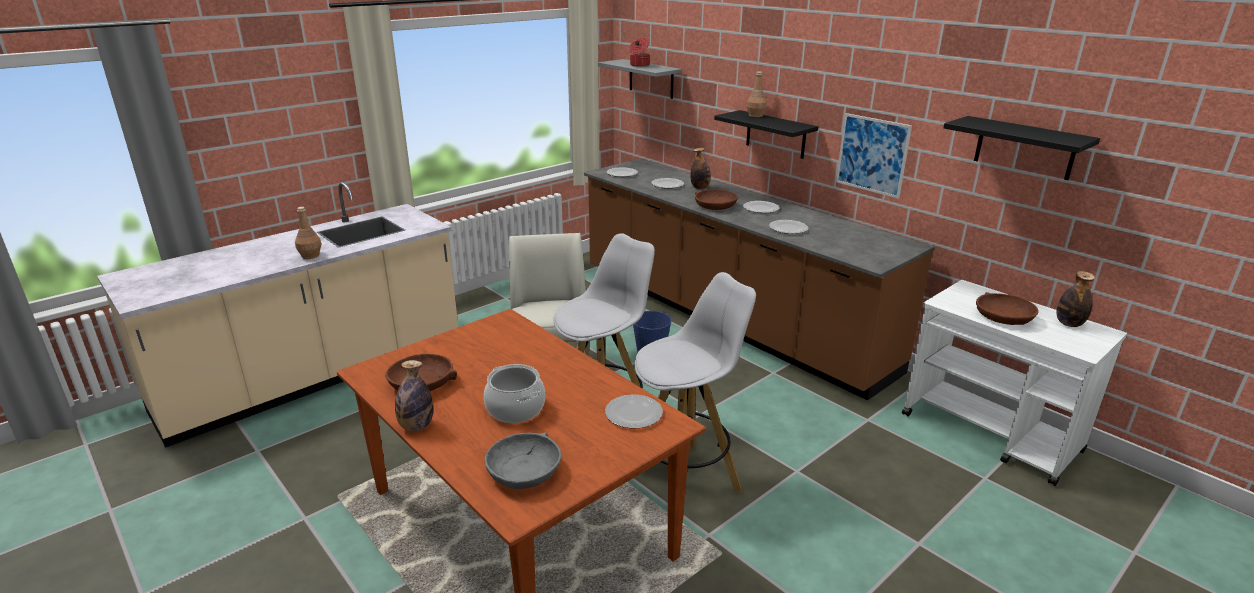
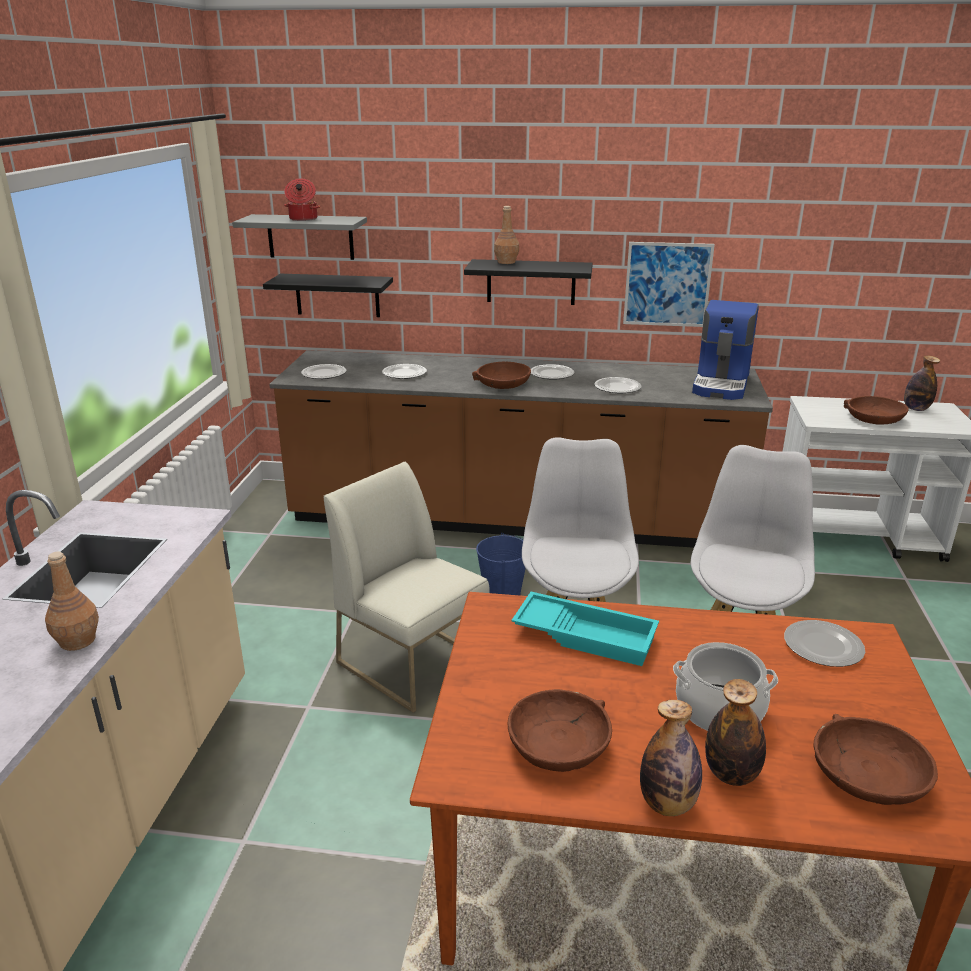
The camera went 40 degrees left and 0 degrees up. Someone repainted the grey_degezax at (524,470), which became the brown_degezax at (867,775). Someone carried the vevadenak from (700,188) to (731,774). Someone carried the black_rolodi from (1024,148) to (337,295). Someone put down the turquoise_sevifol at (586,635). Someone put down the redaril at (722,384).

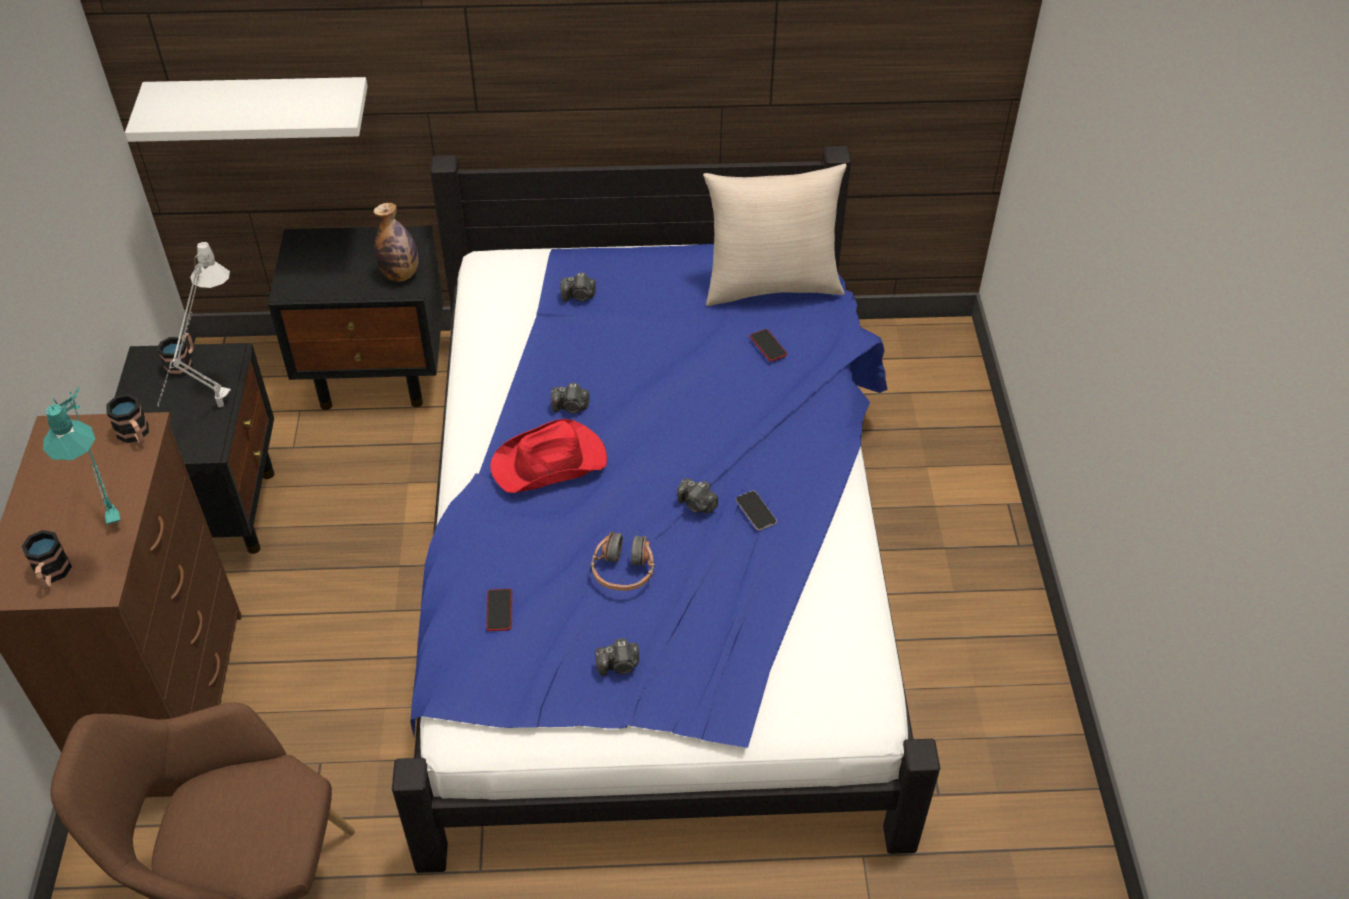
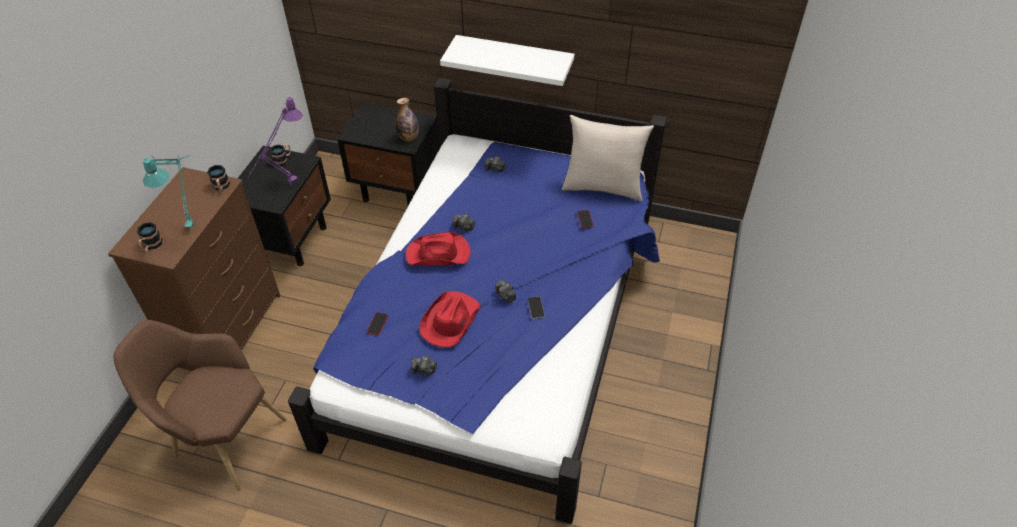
The camera went 20 degrees right and 0 degrees up. Someone carried the white_rolodi from (261,108) to (514,60). Someone repainted the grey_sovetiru at (217,413), which became the purple_sovetiru at (287,188). Someone swapped the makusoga at (623,571) for the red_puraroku at (450,321).

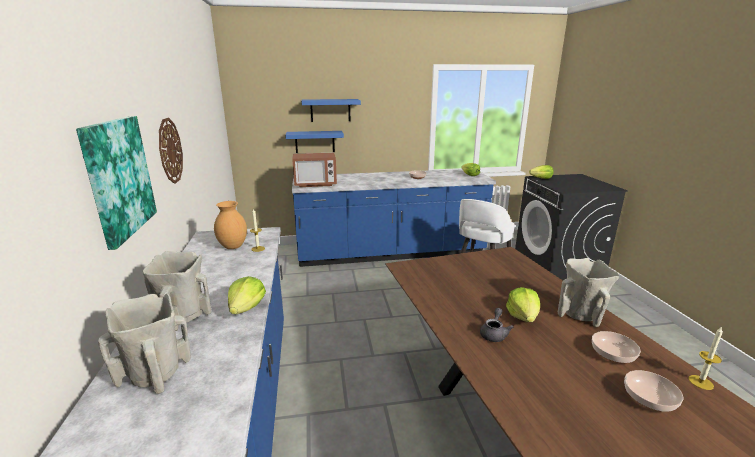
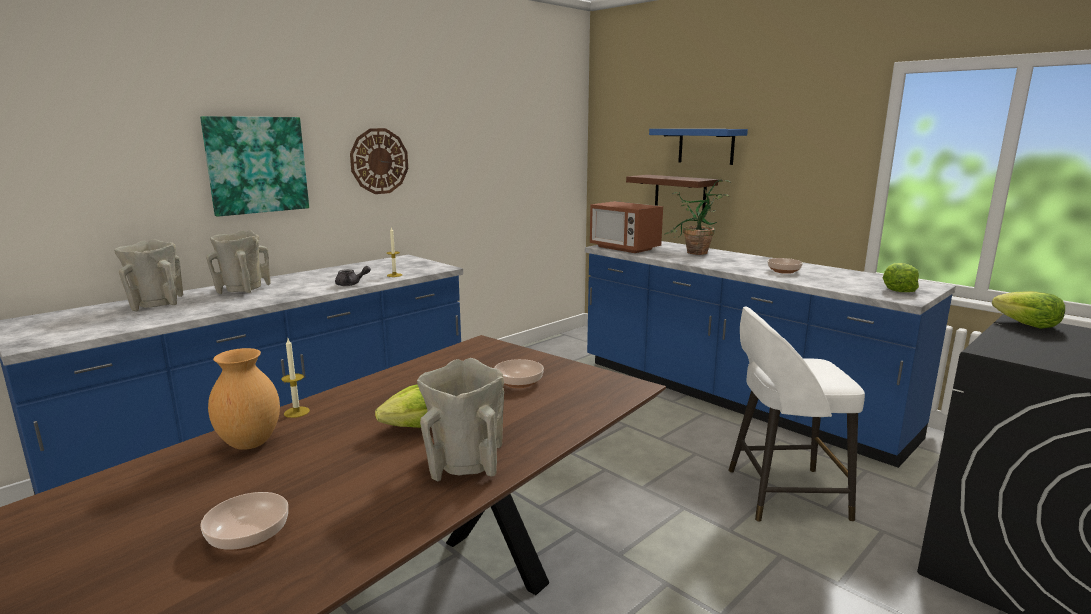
The camera went 55 degrees right and 5 degrees down. Someone carried the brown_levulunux from (232,247) to (250,443). Someone took away the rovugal at (246,308). Someone repainted the blue_rolodi at (314,141), which became the brown_rolodi at (680,193). Someone carried the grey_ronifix from (494,334) to (351,284). Someone carried the degezax from (613,354) to (519,382). Someone carried the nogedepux from (700,382) to (296,412). Someone put down the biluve at (694,253).

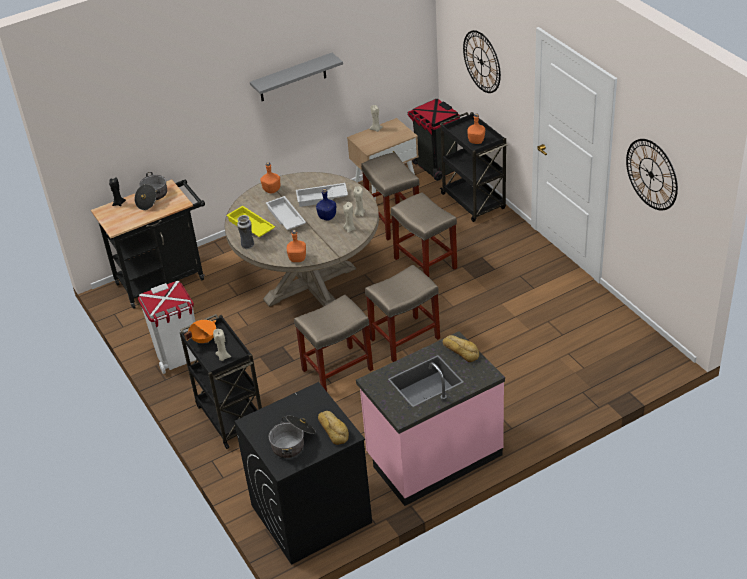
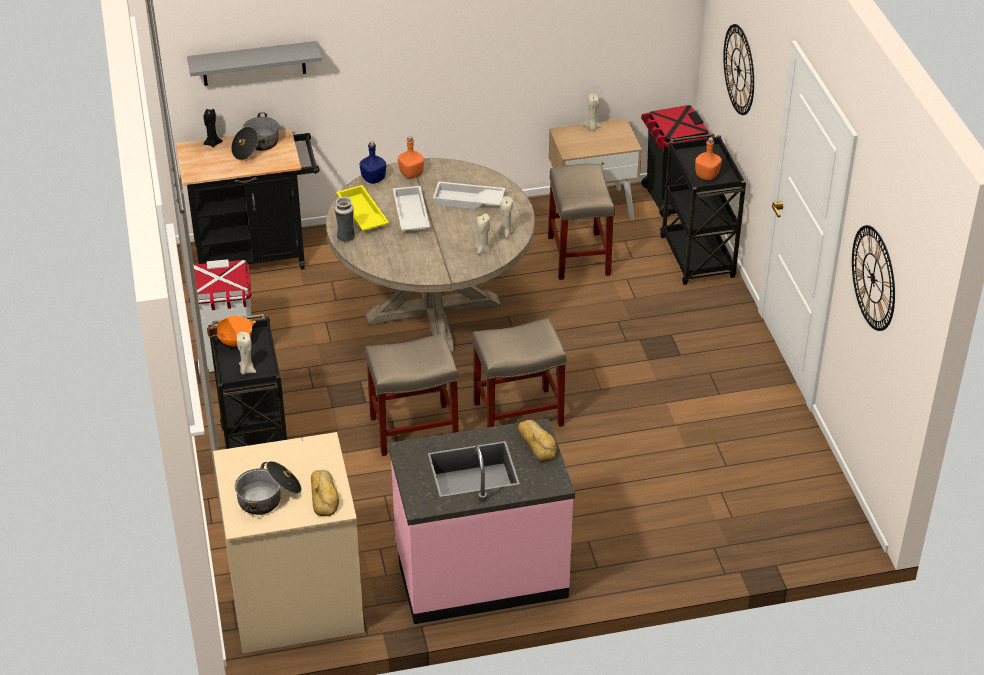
The camera went 15 degrees right and 0 degrees up. Someone repainted the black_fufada at (310,514), which became the beige_fufada at (294,599). Someone carried the grey_rolodi from (292,78) to (253,63). Someone took away the orange_vevadenak at (297,259). Someone carried the blue_vevadenak from (327,217) to (373,179). Someone took away the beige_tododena at (426,263).

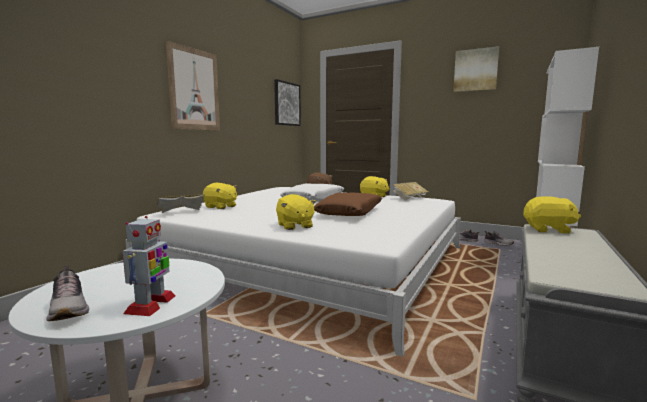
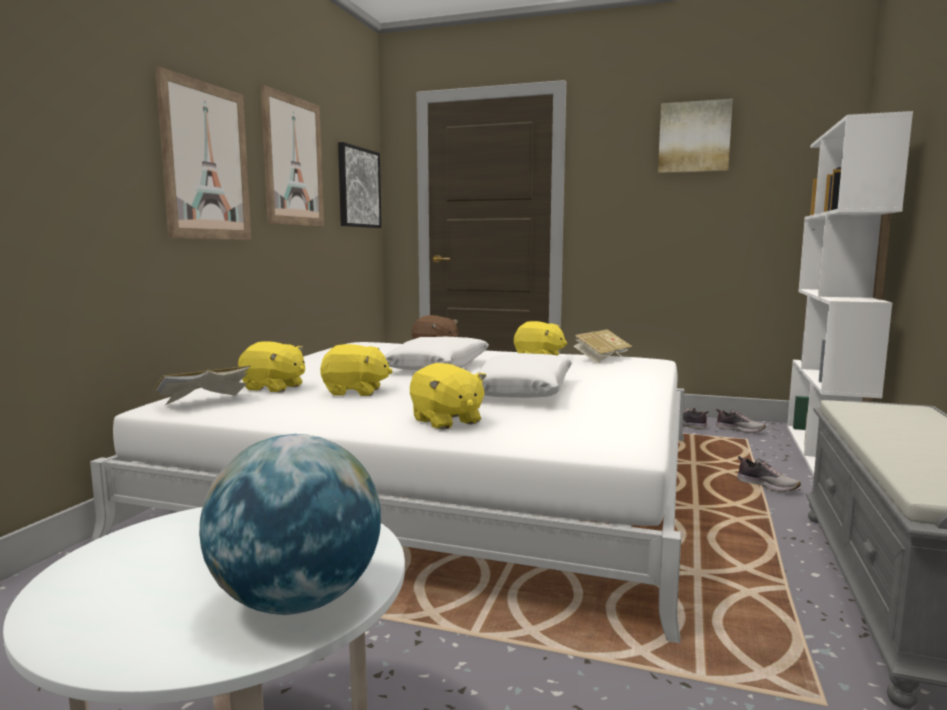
The camera went 10 degrees left and 0 degrees up. Someone carried the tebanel from (69,309) to (767,486). Someone swapped the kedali at (151,305) for the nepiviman at (297,601). Someone repainted the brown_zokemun at (349,212), which became the white_zokemun at (524,390). Someone carried the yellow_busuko from (548,230) to (355,392). Someone put up the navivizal at (293,161).

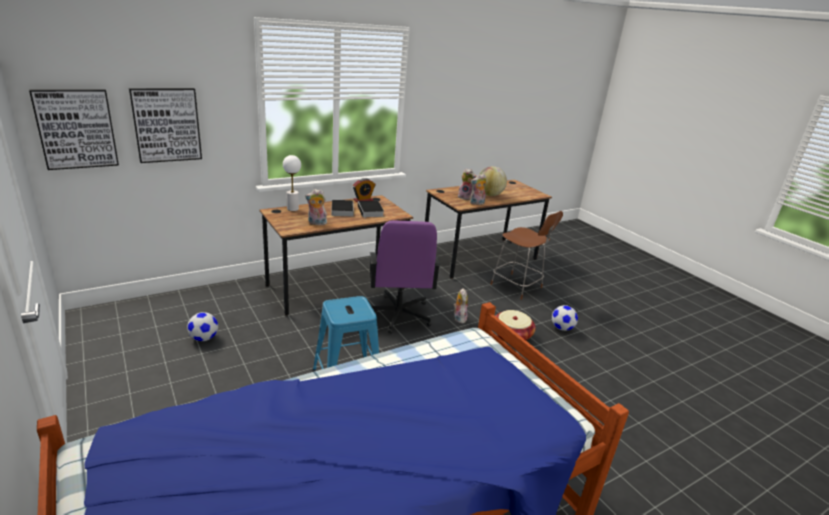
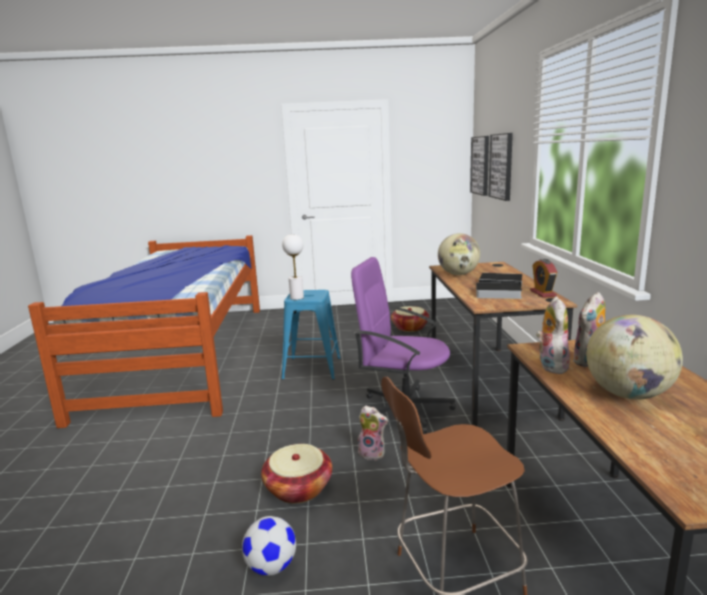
The camera went 120 degrees right and 10 degrees down. Someone swapped the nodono at (204,338) for the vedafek at (410,328). Someone carried the white_sovetiru from (292,209) to (296,297). Someone swapped the busuko at (316,223) for the nepiviman at (458,274).

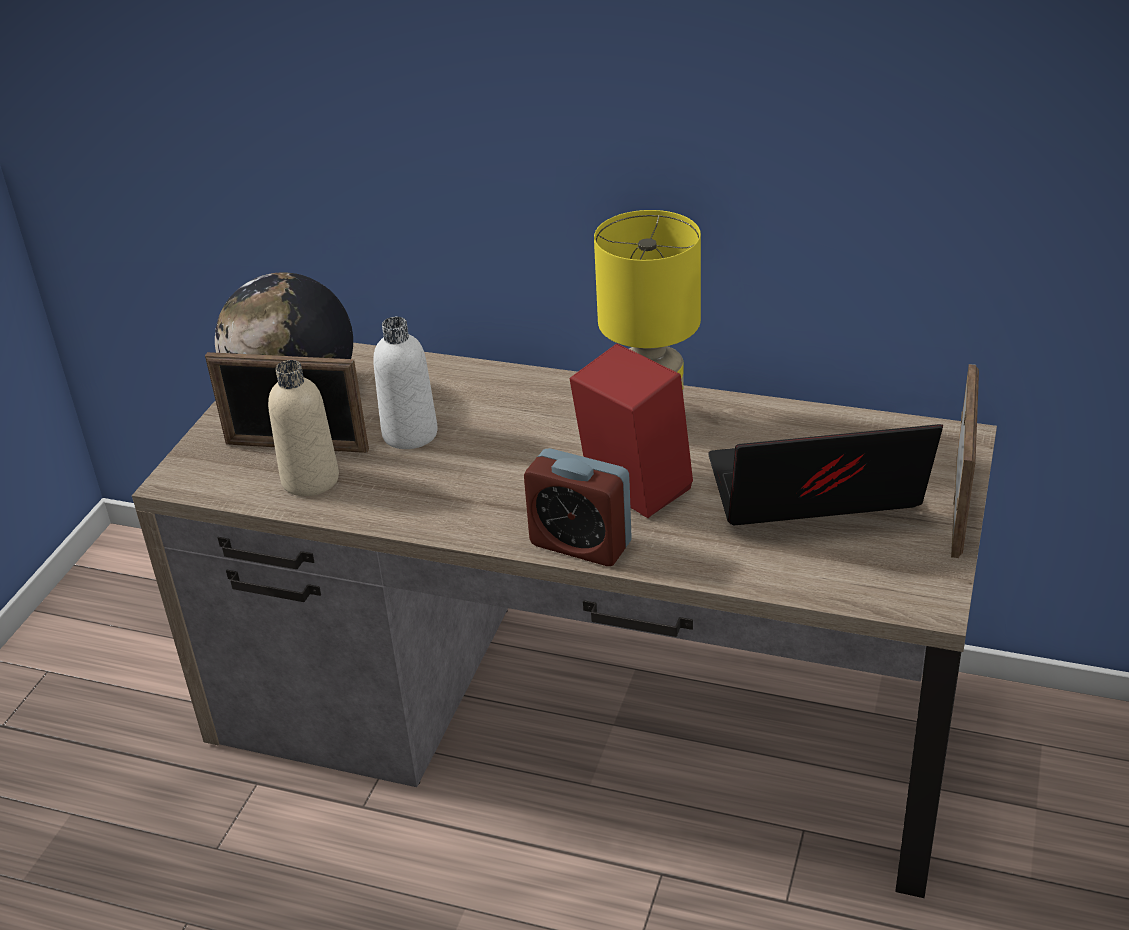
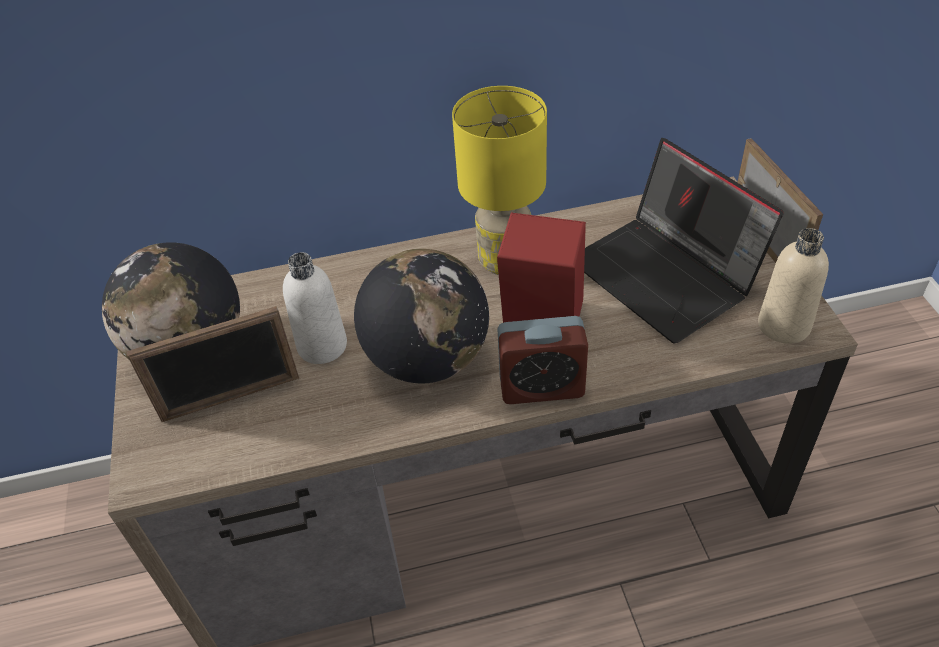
The camera went 30 degrees left and 10 degrees up. Someone carried the beige_vevadenak from (310,480) to (784,325). Someone rotated the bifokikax at (812,494) by 90 degrees counterclockwise. Someone put down the nepiviman at (428,359).

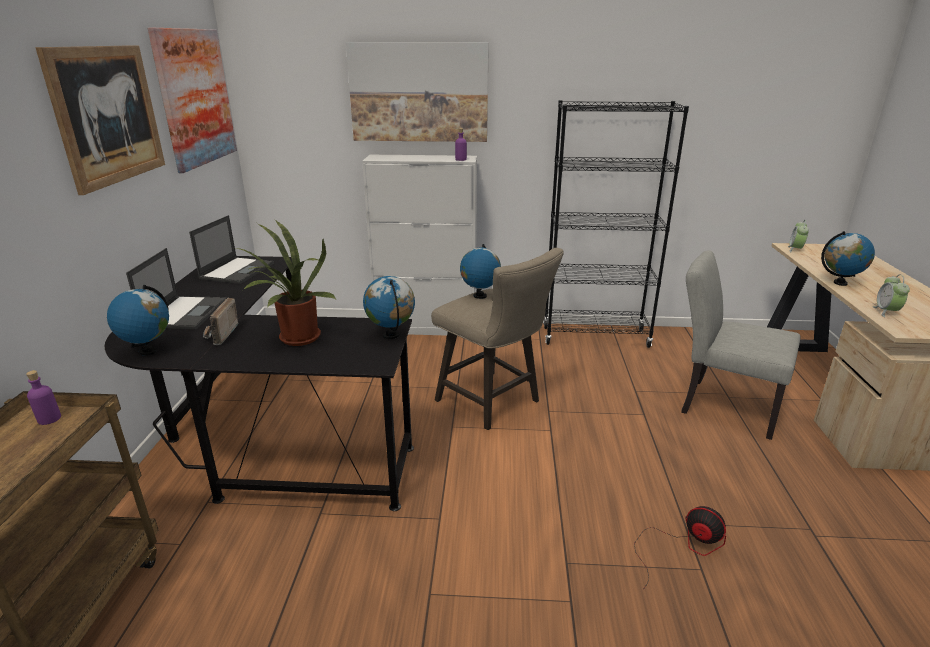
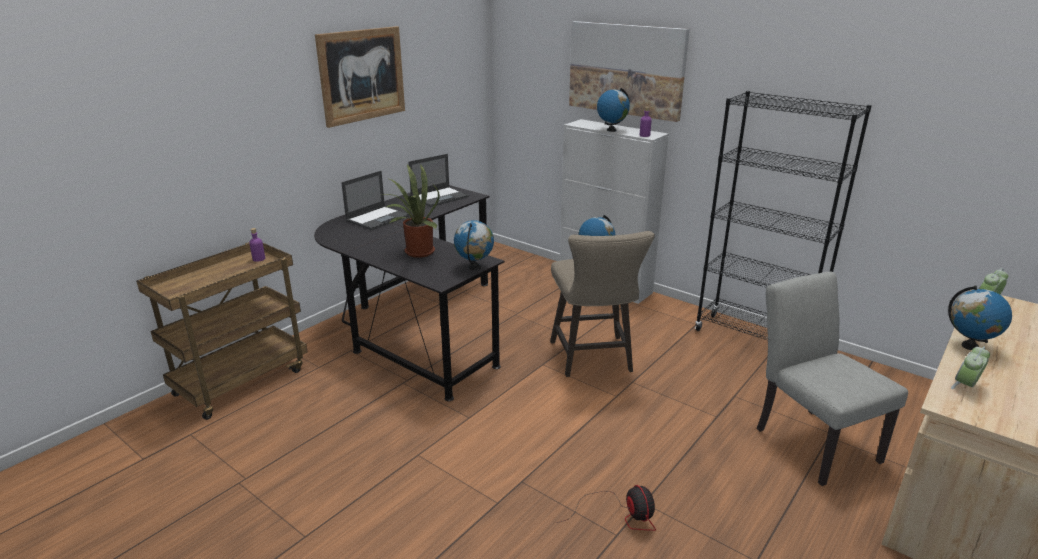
The camera went 35 degrees right and 0 degrees up. Someone carried the nepiviman from (148,351) to (611,130). Someone took away the navivizal at (195,97). Someone took away the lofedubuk at (219,335).

